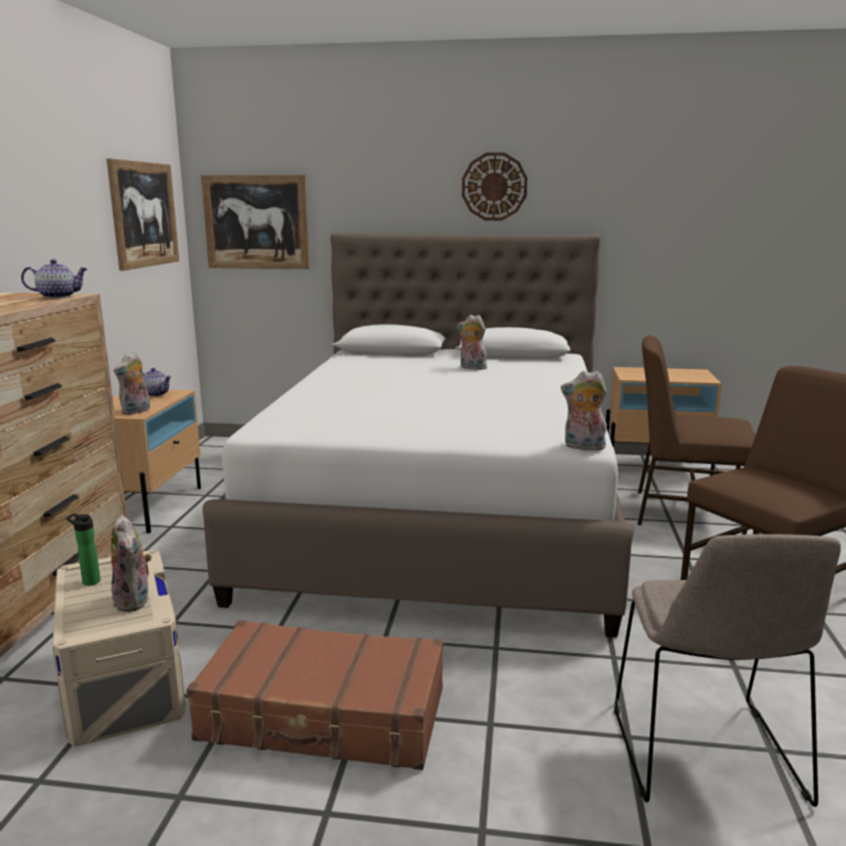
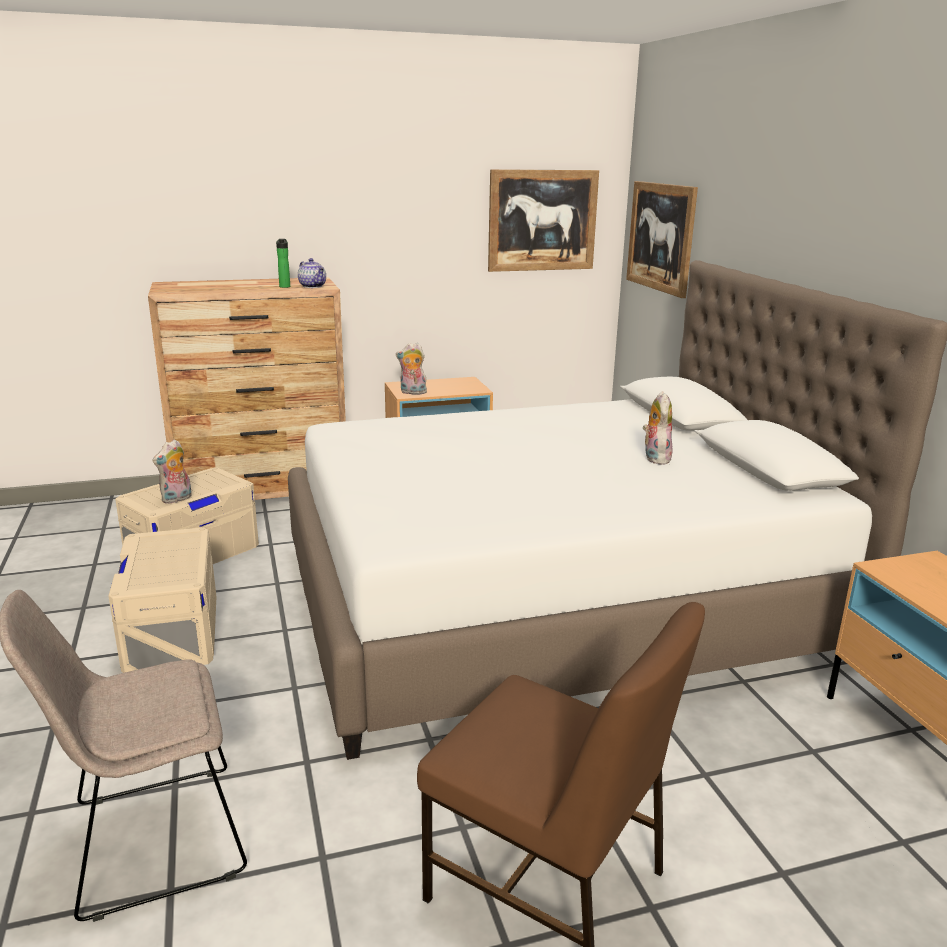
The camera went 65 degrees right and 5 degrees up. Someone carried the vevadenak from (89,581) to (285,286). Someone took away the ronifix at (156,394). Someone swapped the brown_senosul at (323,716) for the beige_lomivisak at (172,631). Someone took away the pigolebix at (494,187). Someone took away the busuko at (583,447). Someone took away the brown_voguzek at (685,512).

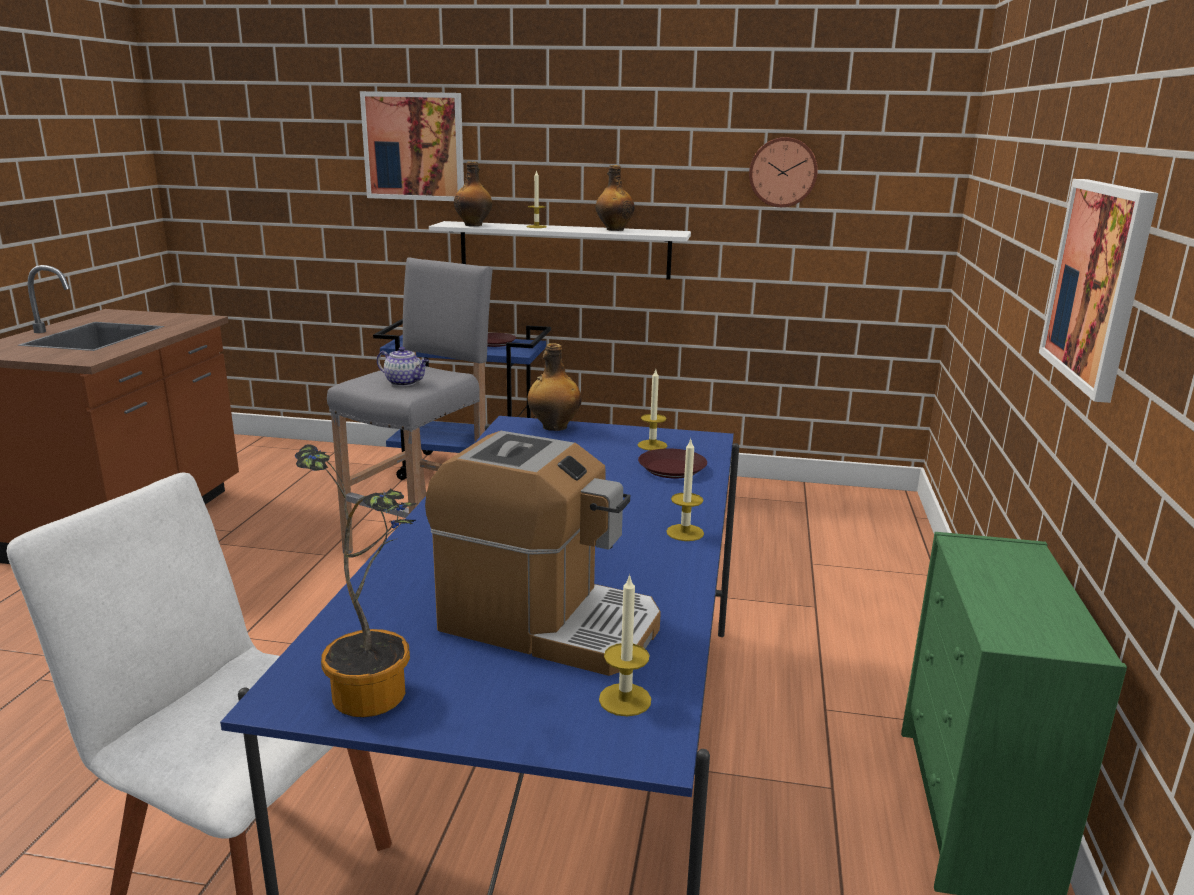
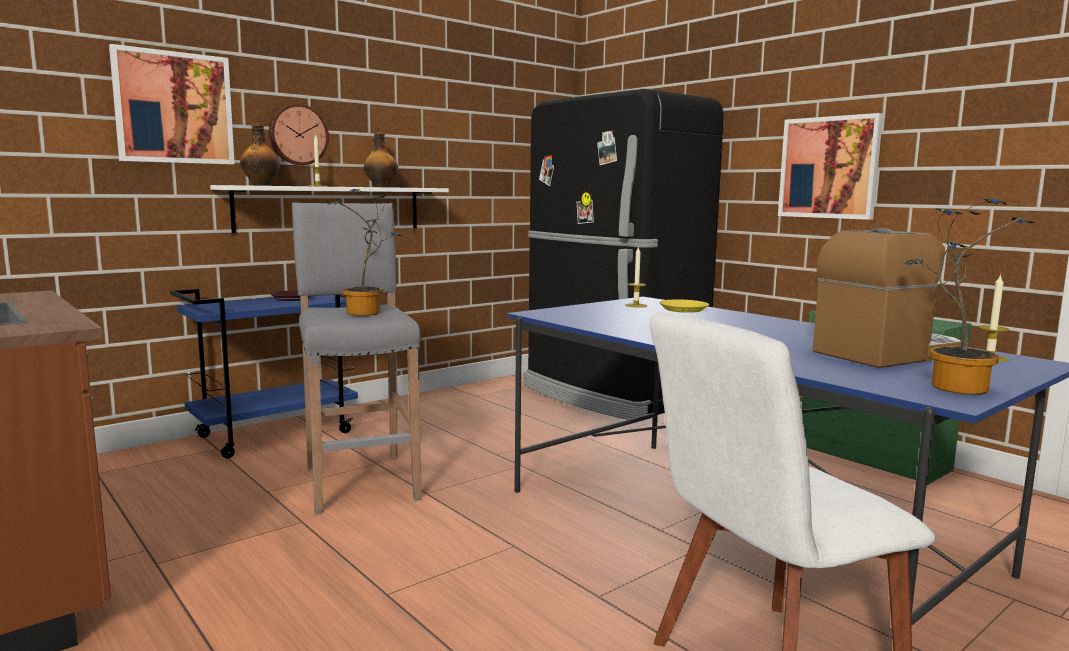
The camera went 50 degrees left and 10 degrees down. Someone swapped the ronifix at (404,382) for the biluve at (367,313). Someone took away the vevadenak at (554,427). Someone repainted the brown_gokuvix at (673,469), which became the yellow_gokuvix at (684,309). Someone took away the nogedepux at (685,532). Someone carried the pigolebix from (783,172) to (298,135). Someone put down the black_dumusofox at (610,395).

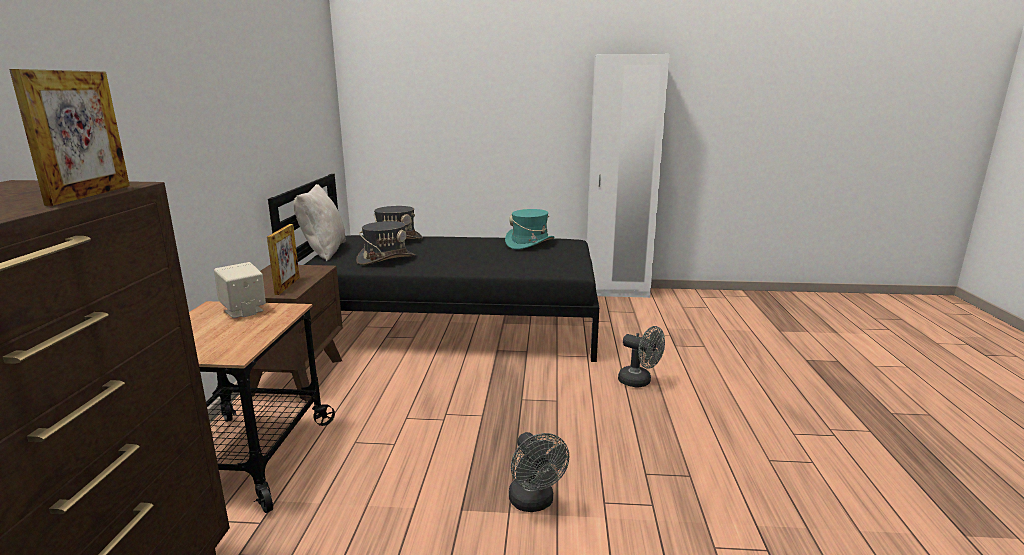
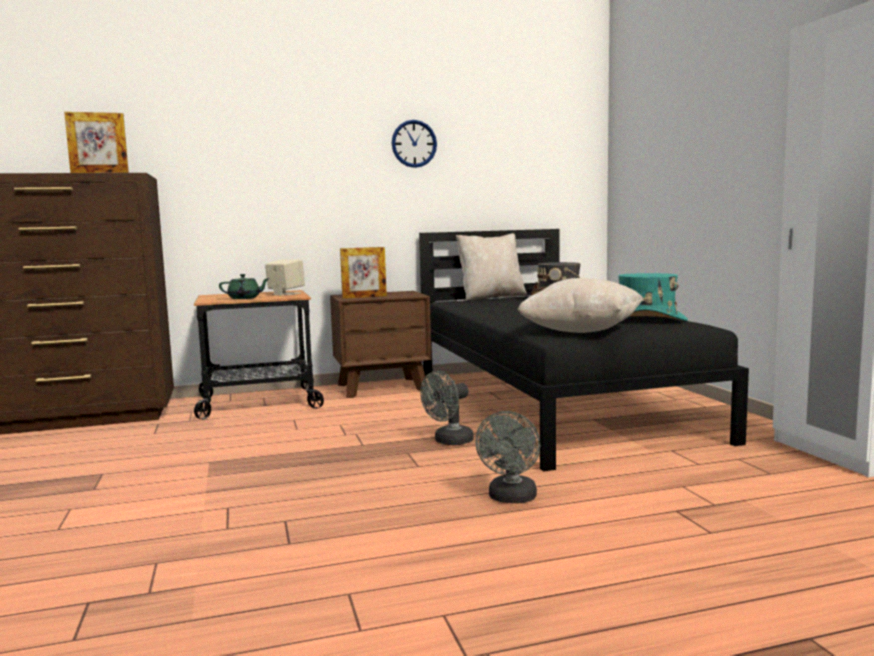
The camera went 70 degrees right and 10 degrees down. Someone took away the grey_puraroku at (386,259). Someone carried the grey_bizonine from (534,503) to (449,441). Someone put down the green_ronifix at (245,298). Someone put up the pigolebix at (414,143). Someone put down the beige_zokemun at (581,332).

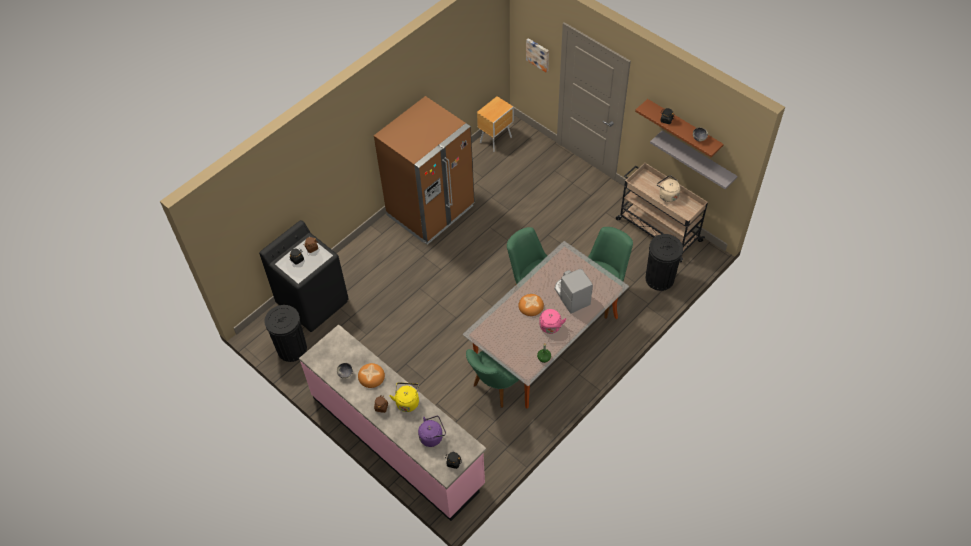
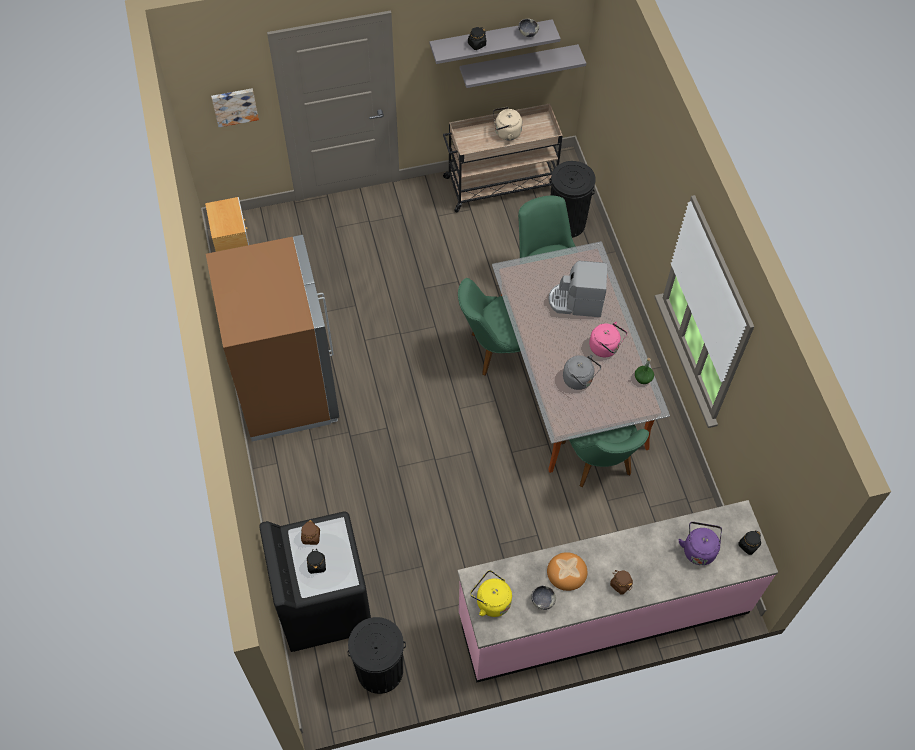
The camera went 60 degrees left and 5 degrees up. Someone carried the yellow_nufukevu from (407,401) to (491,601). Someone took away the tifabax at (530,306). Someone repainted the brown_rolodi at (683,128), which became the grey_rolodi at (491,40). Someone put down the grey_nufukevu at (579,380).

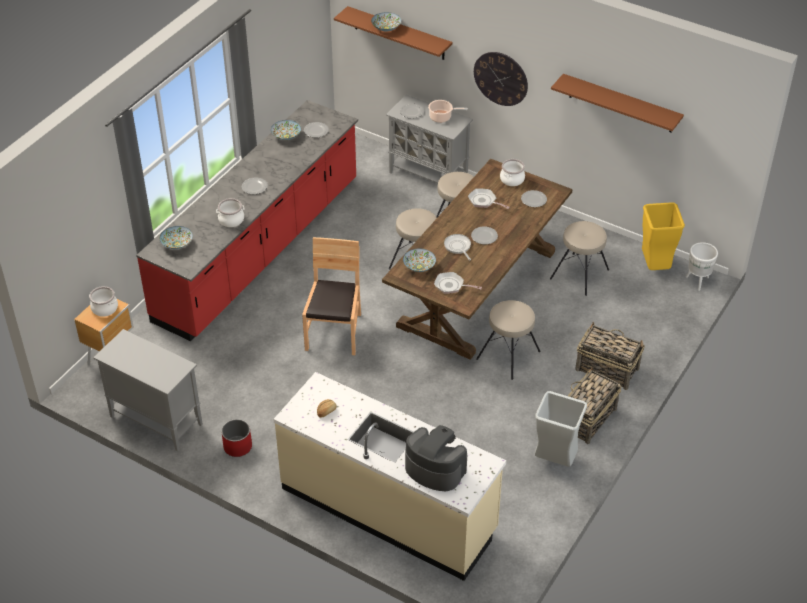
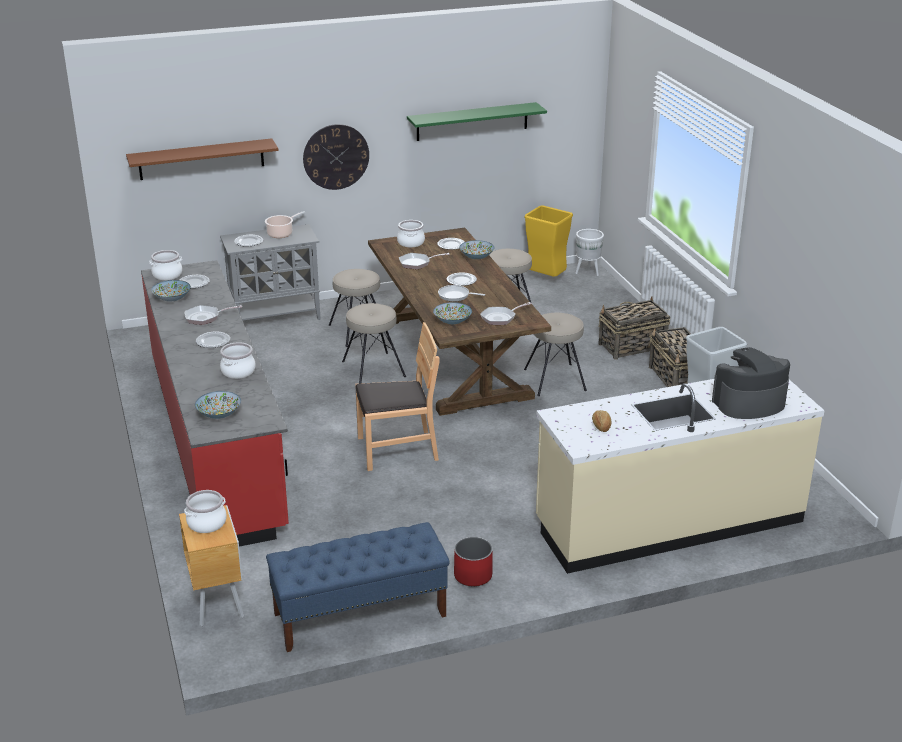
The camera went 50 degrees left and 15 degrees down. Someone swapped the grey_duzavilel at (155,420) for the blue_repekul at (359,615). Someone rotated the brown_voguzek at (334,332) by 120 degrees clockwise. Someone carried the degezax from (386,28) to (476,257). Someone repainted the brown_rolodi at (621,104), which became the green_rolodi at (472,121). Someone put down the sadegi at (167,275). Someone put down the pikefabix at (205,317).

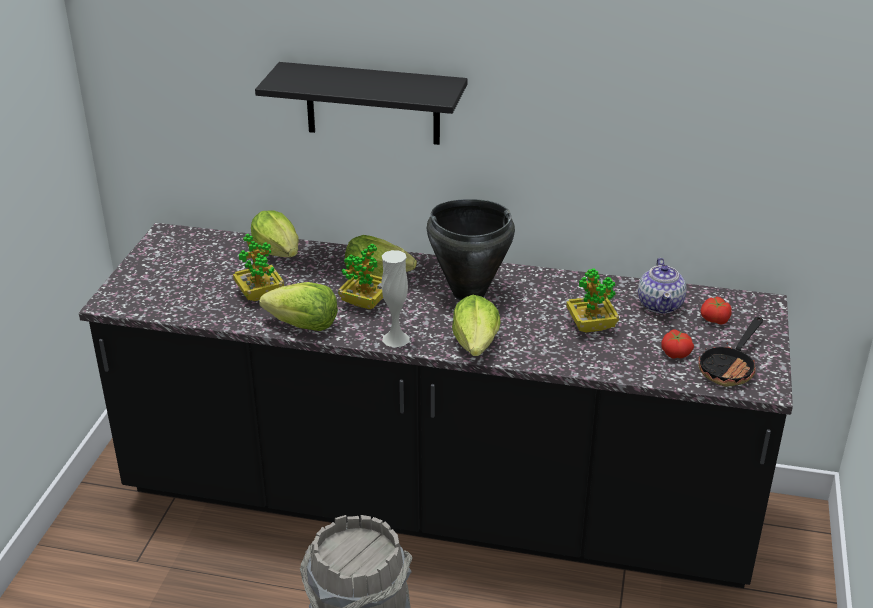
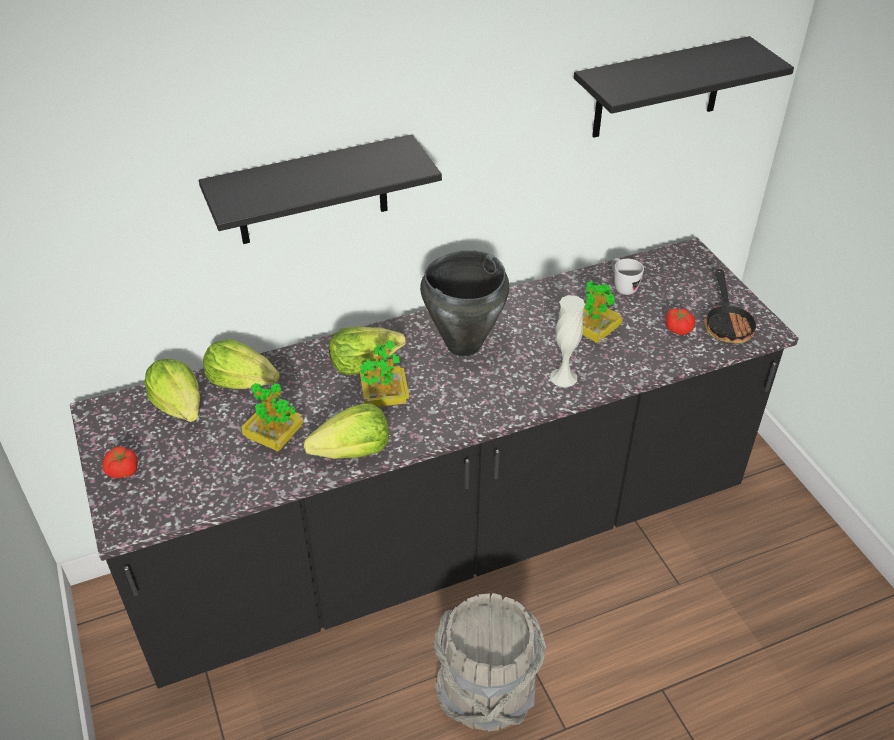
The camera went 35 degrees left and 10 degrees up. Someone carried the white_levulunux from (395,339) to (563,377). Someone carried the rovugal from (476,344) to (180,405). Someone swapped the ronifix at (660,304) for the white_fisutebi at (622,287). Someone carried the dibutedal from (714,319) to (122,470). Someone put up the black_rolodi at (658,88).

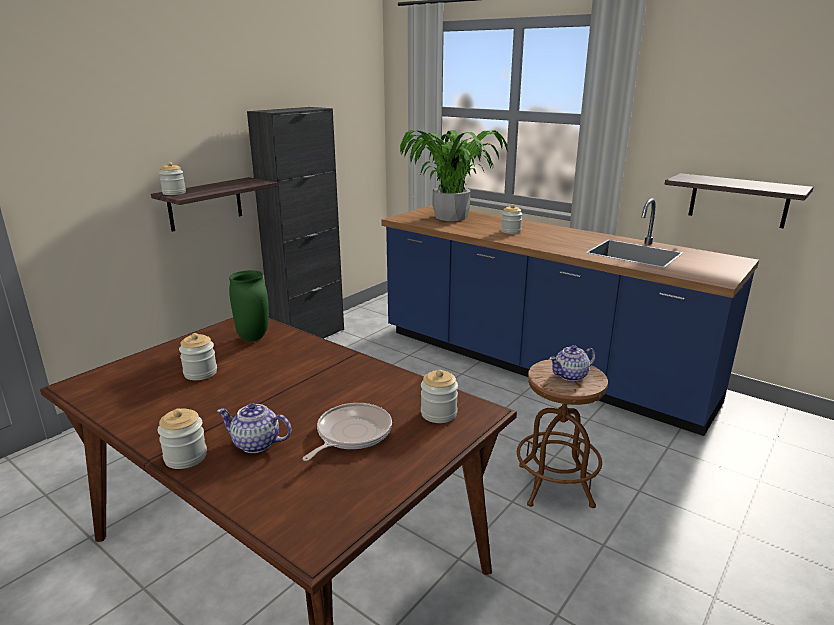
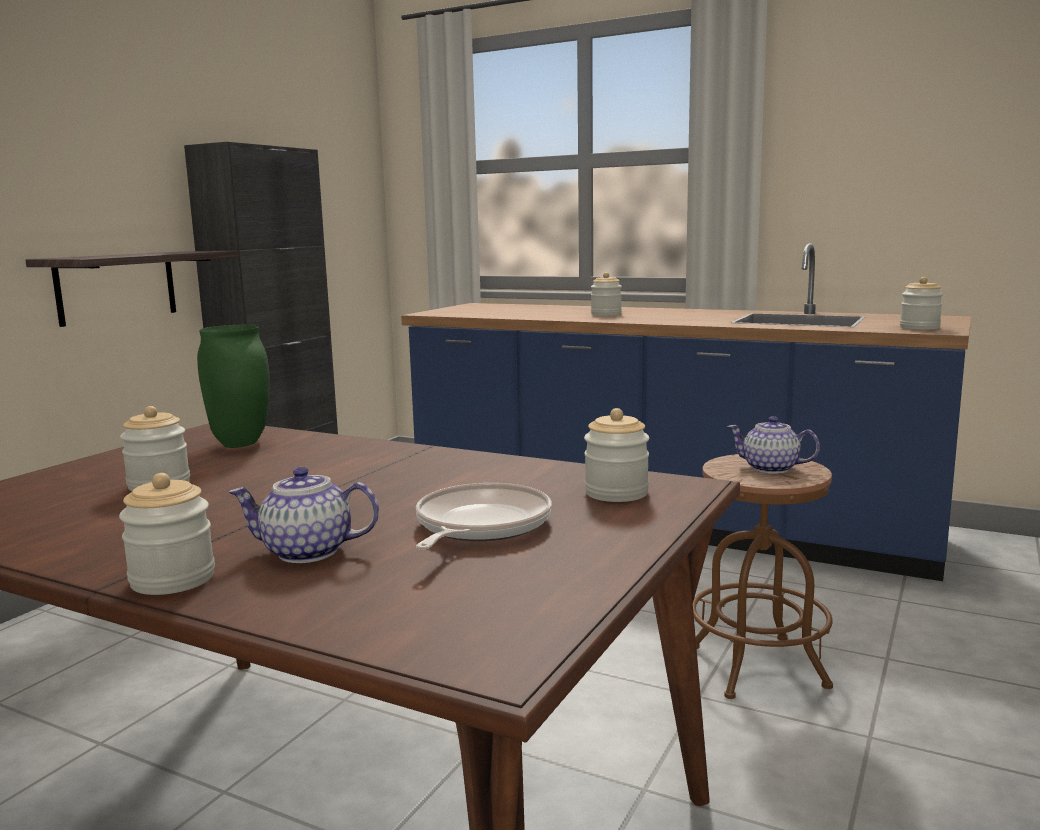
The camera went 10 degrees left and 10 degrees down. Someone carried the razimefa from (174,193) to (919,327). Someone took away the biluve at (451,217). Someone rotated the ronifix at (571,376) by 60 degrees clockwise. Someone took away the rolodi at (738,200).

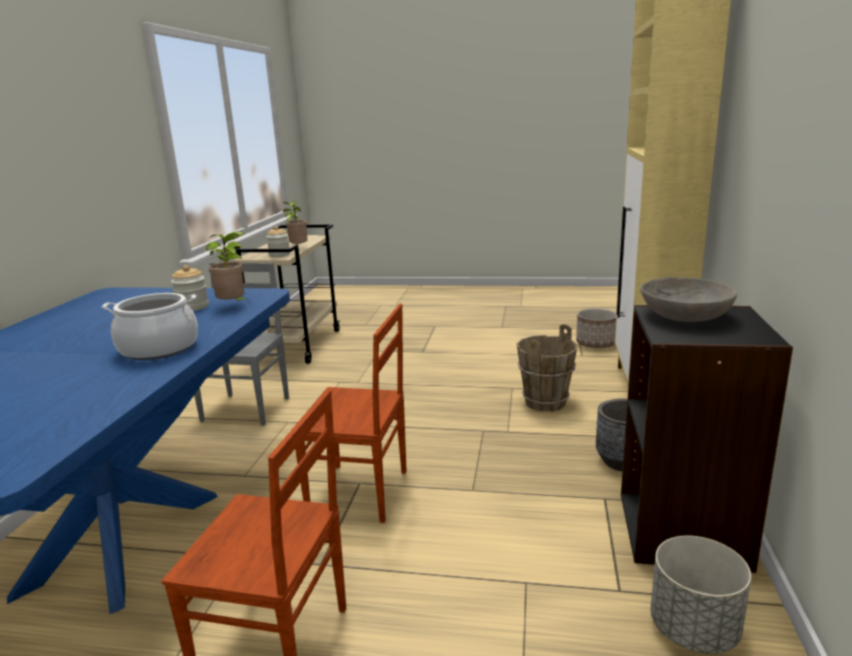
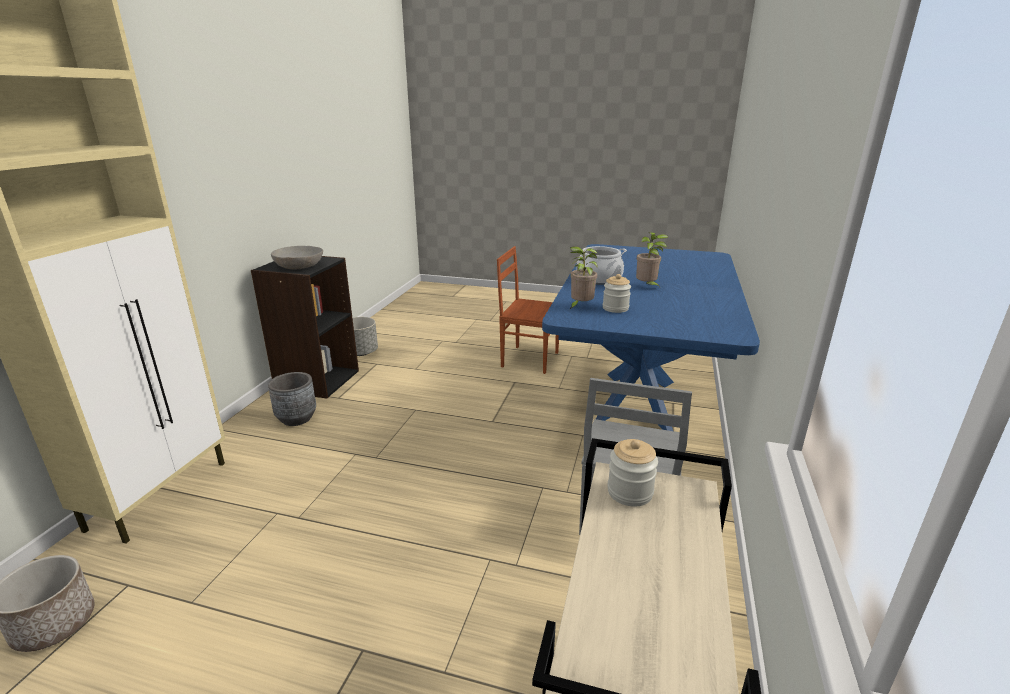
The camera went 175 degrees left and 5 degrees up. Someone carried the biluve from (298,248) to (647,287). Someone took away the brown_voguzek at (360,493). Someone took away the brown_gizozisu at (544,402).

